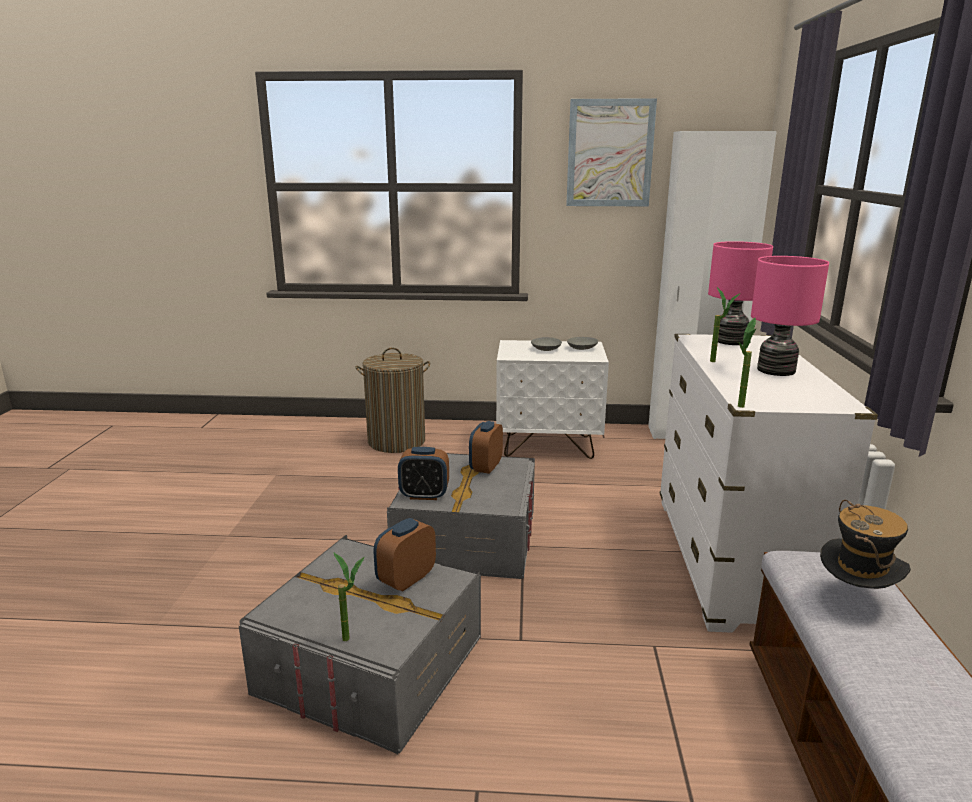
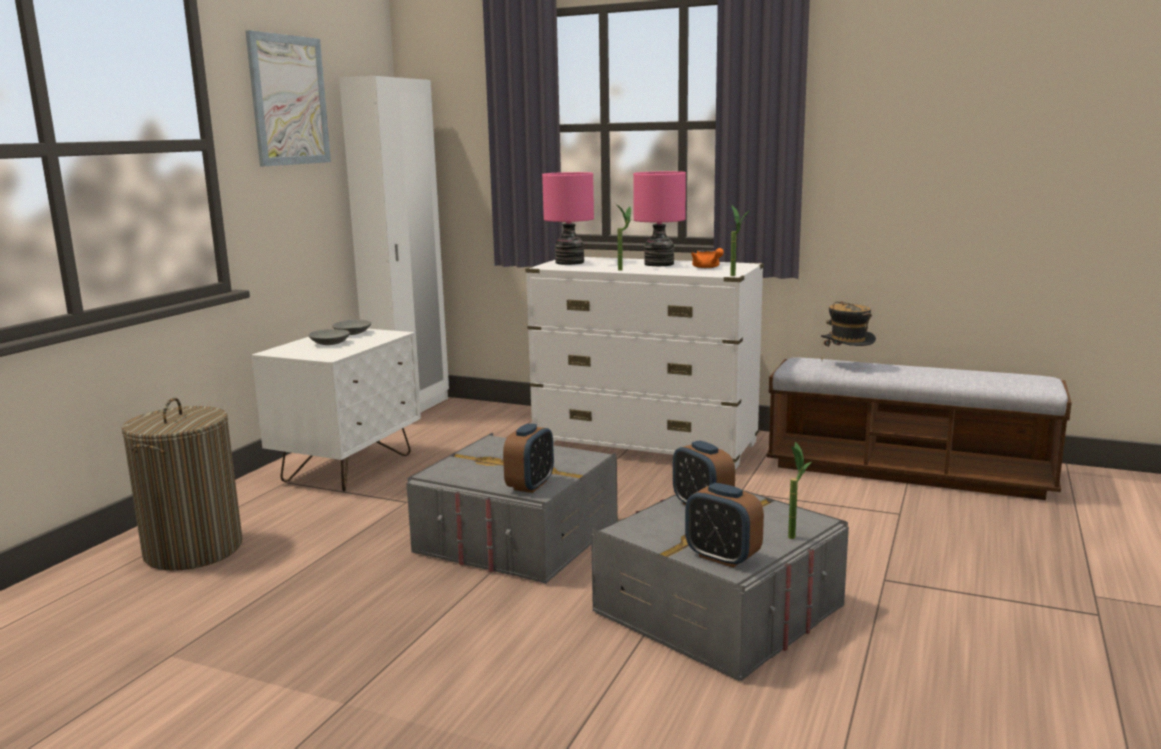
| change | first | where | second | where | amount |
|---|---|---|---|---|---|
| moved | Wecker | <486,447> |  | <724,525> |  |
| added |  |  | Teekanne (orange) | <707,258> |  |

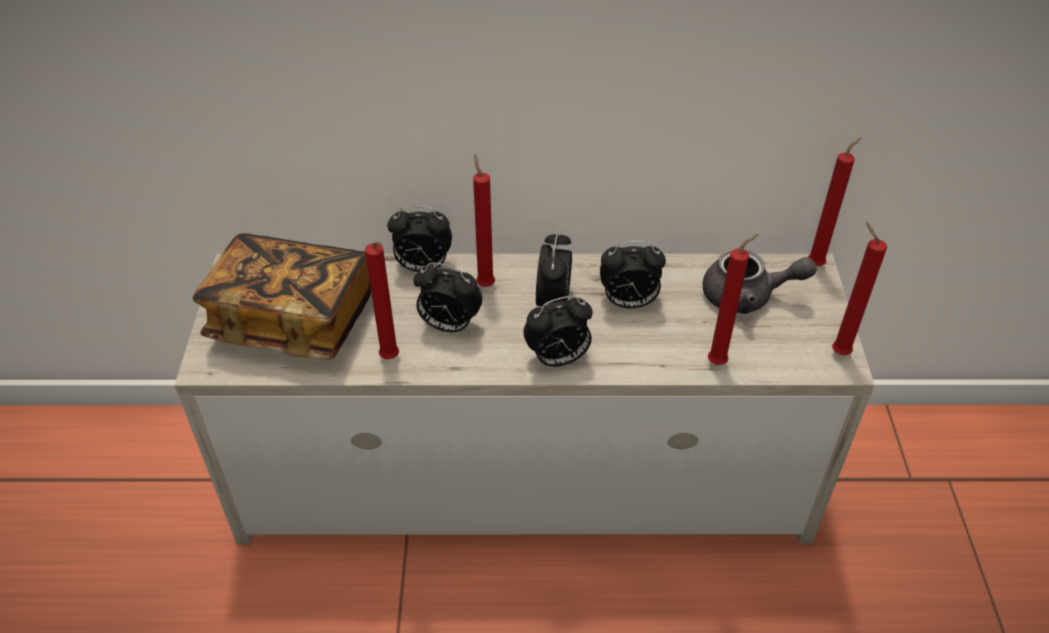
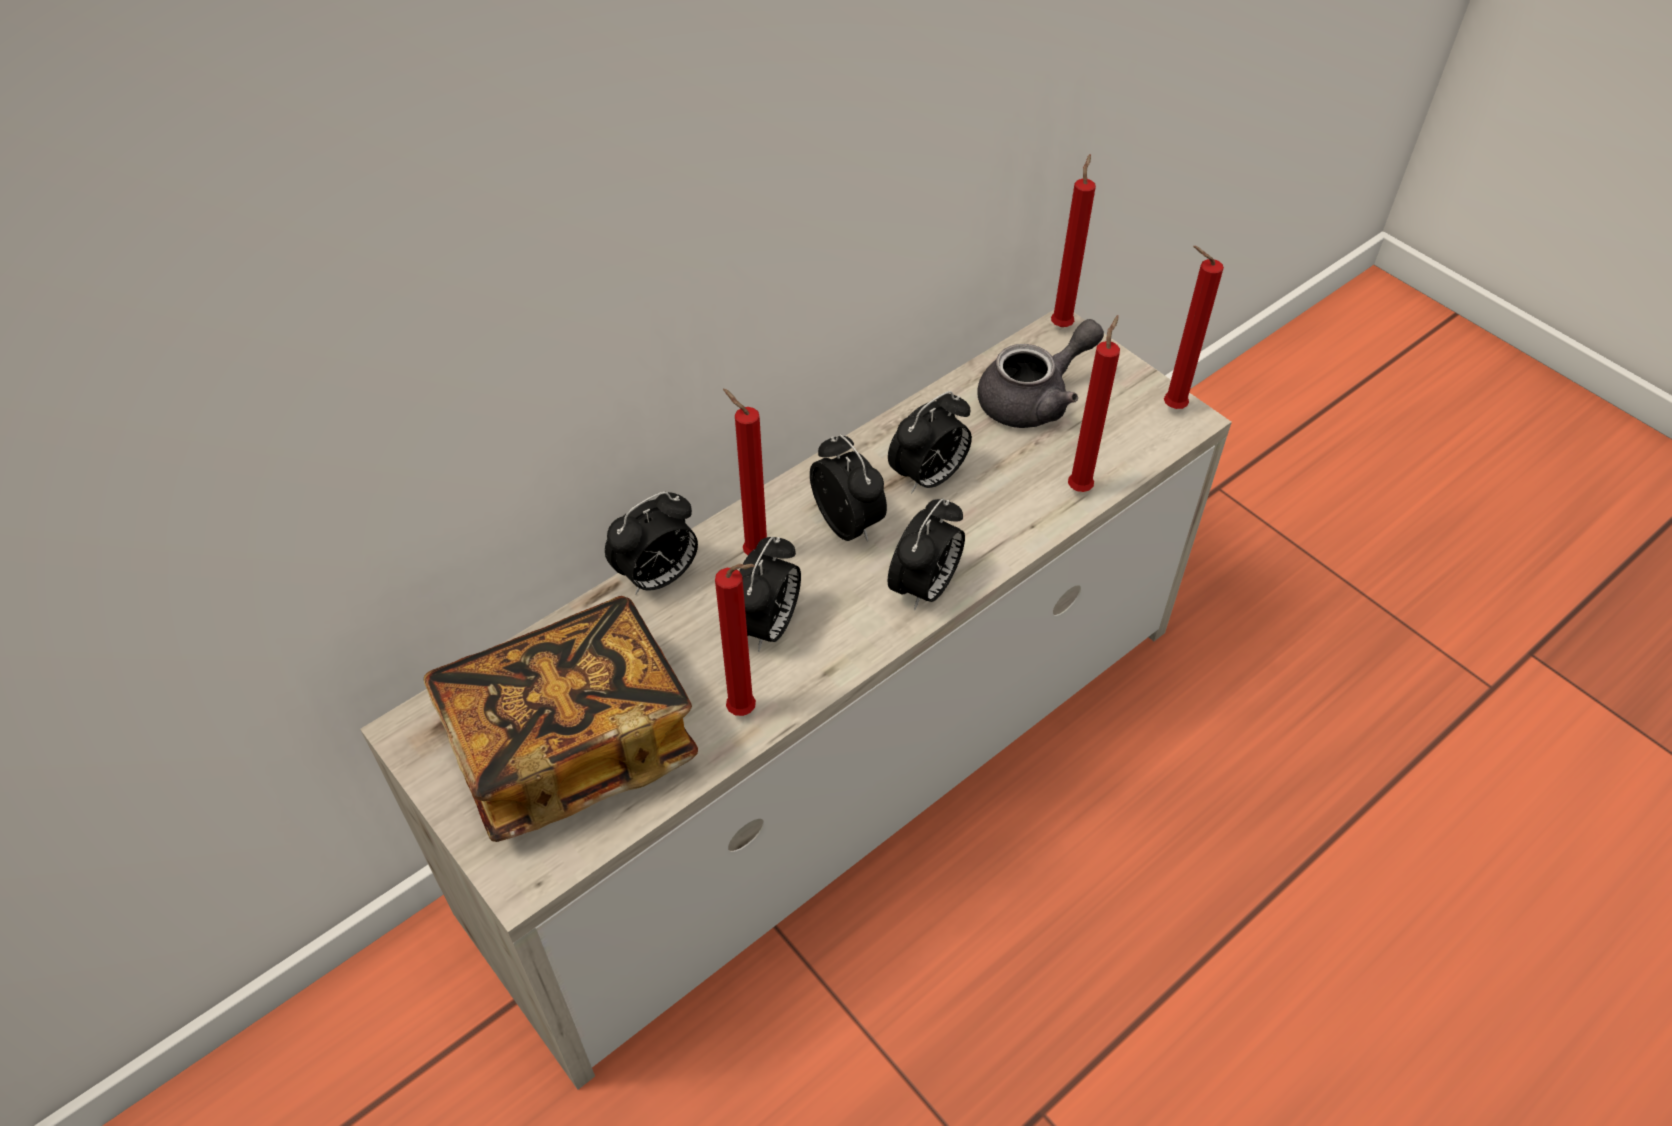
| change | first | where | second | where | amount |
|---|---|---|---|---|---|
| turned | Wecker | <448,298> |  | <770,594> | 45 degrees counterclockwise |

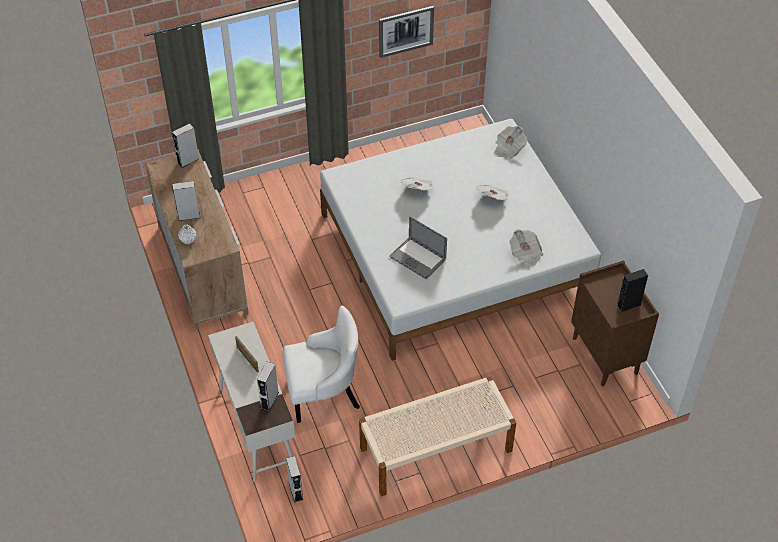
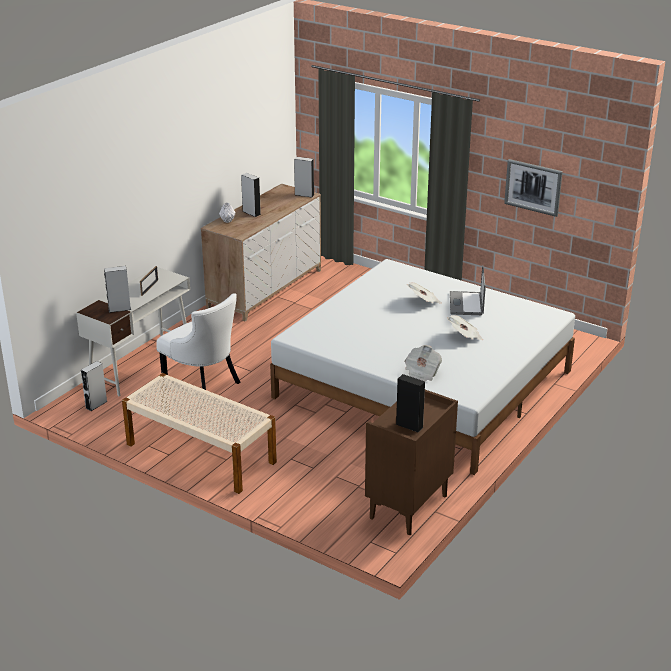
| change | first | where | second | where | amount |
|---|---|---|---|---|---|
| moved | Laptop | <418,247> |  | <468,290> |  |
| removed | Zeitung | <510,143> |  |  |  |

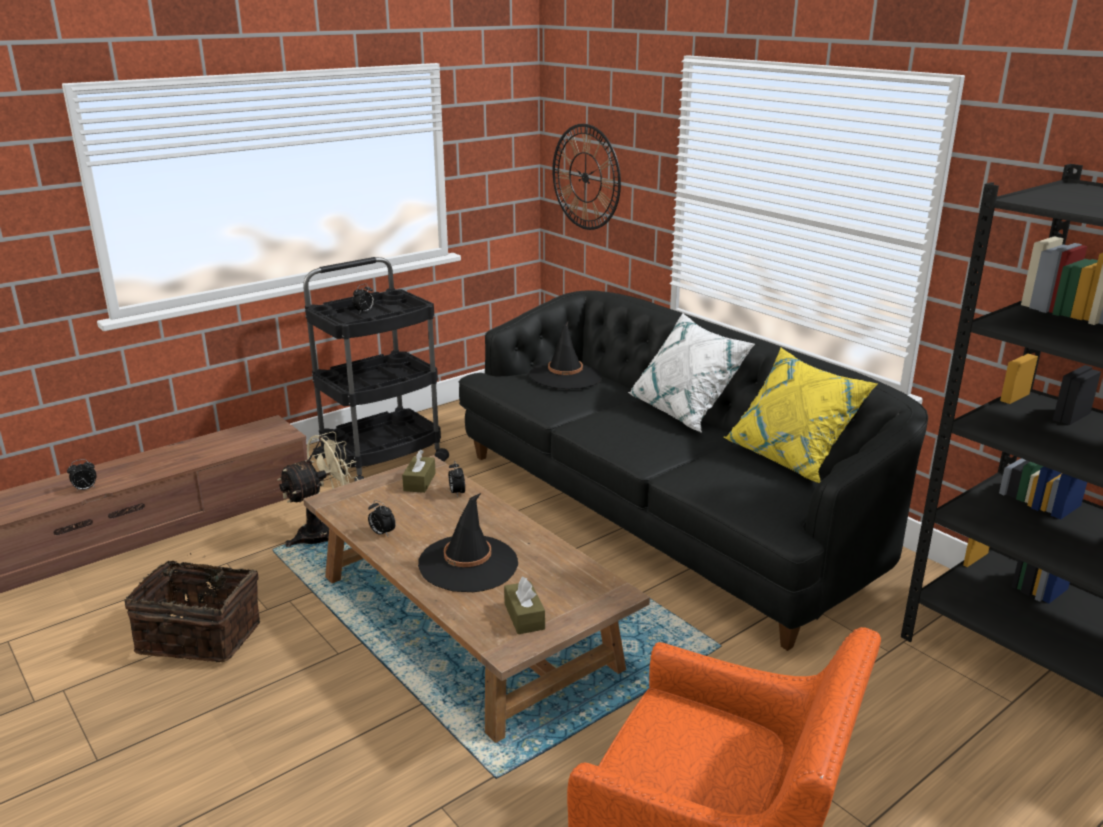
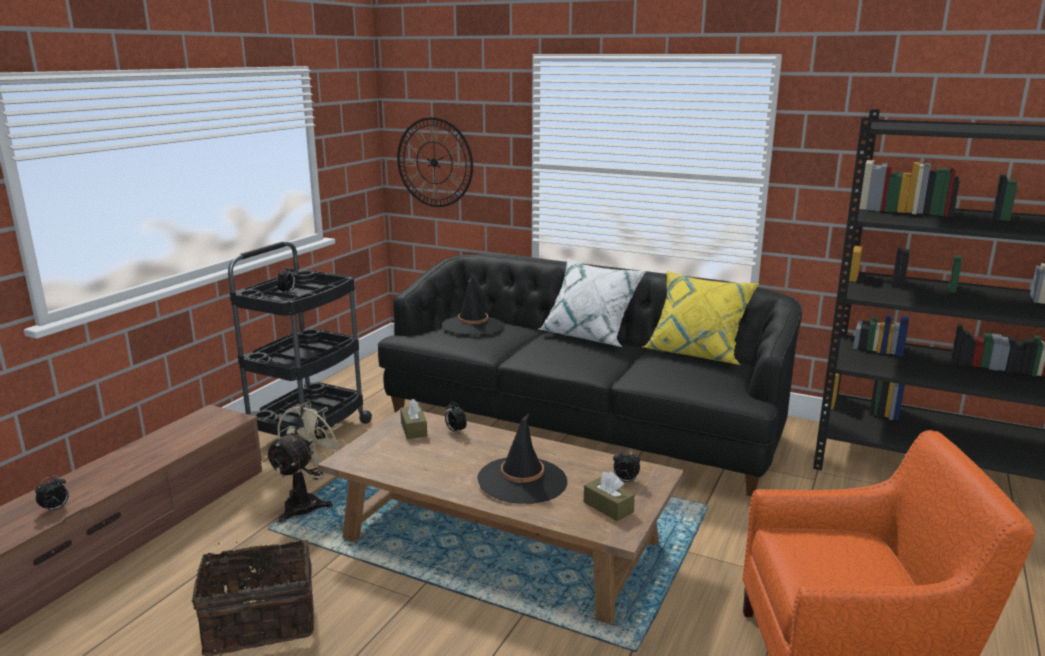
| change | first | where | second | where | amount |
|---|---|---|---|---|---|
| moved | Wecker | <382,518> |  | <626,465> |  |

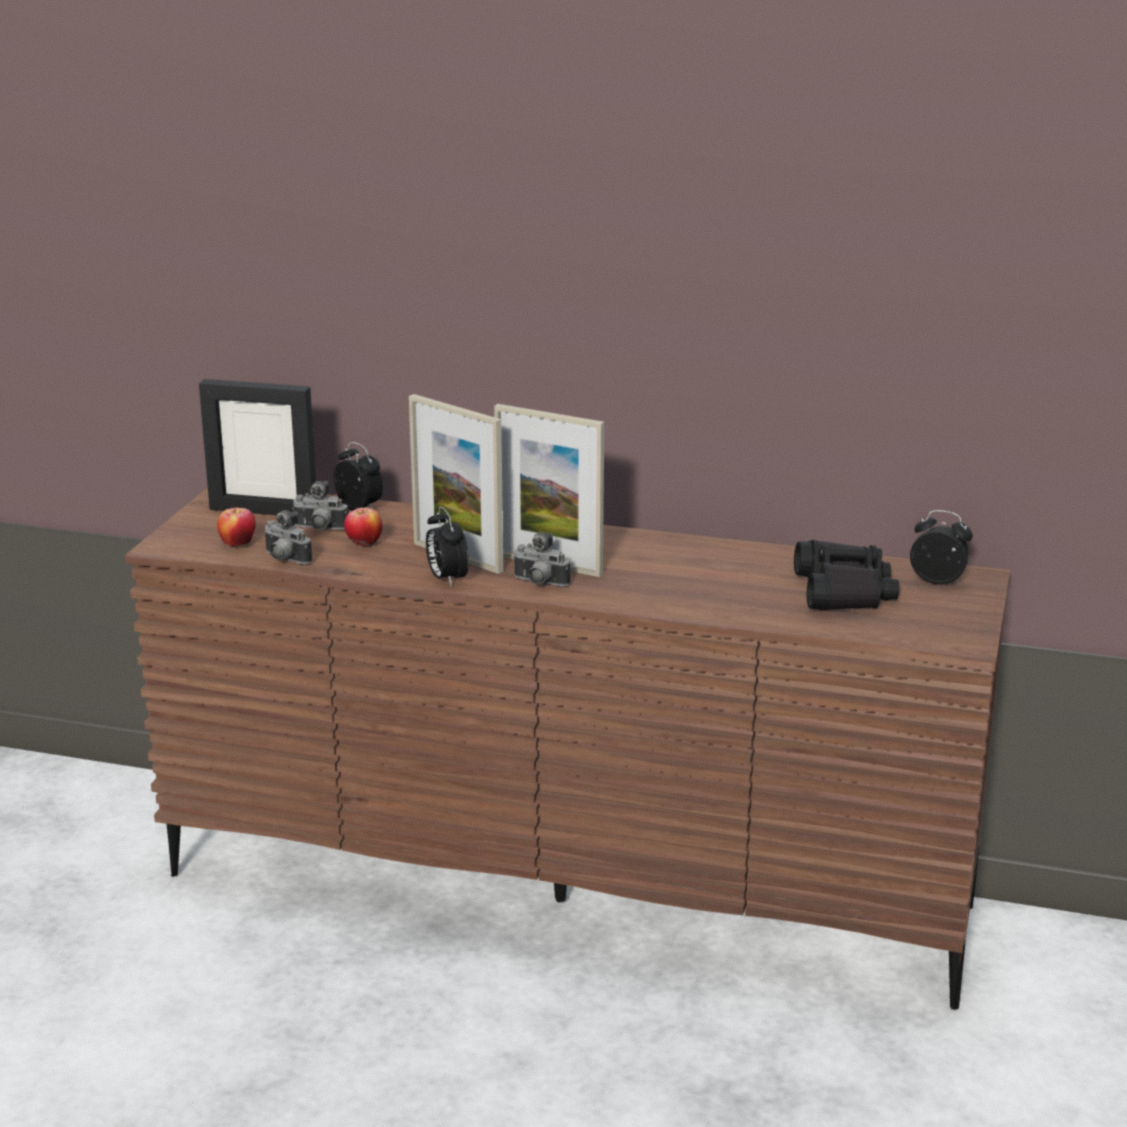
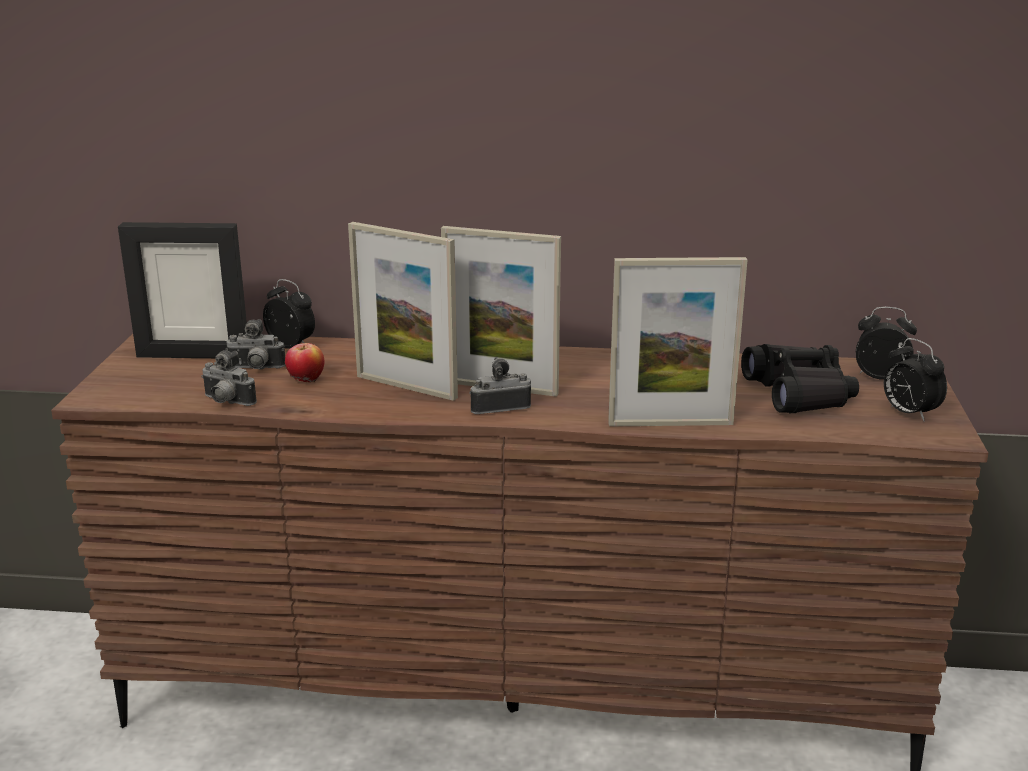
| change | first | where | second | where | amount |
|---|---|---|---|---|---|
| turned | Kamera | <541,559> |  | <500,385> | 150 degrees clockwise |
| added |  |  | Bilderrahmen | <677,341> |  |
| moved | Wecker | <447,546> |  | <915,380> |  |
| removed | Apfel | <236,527> |  |  |  |

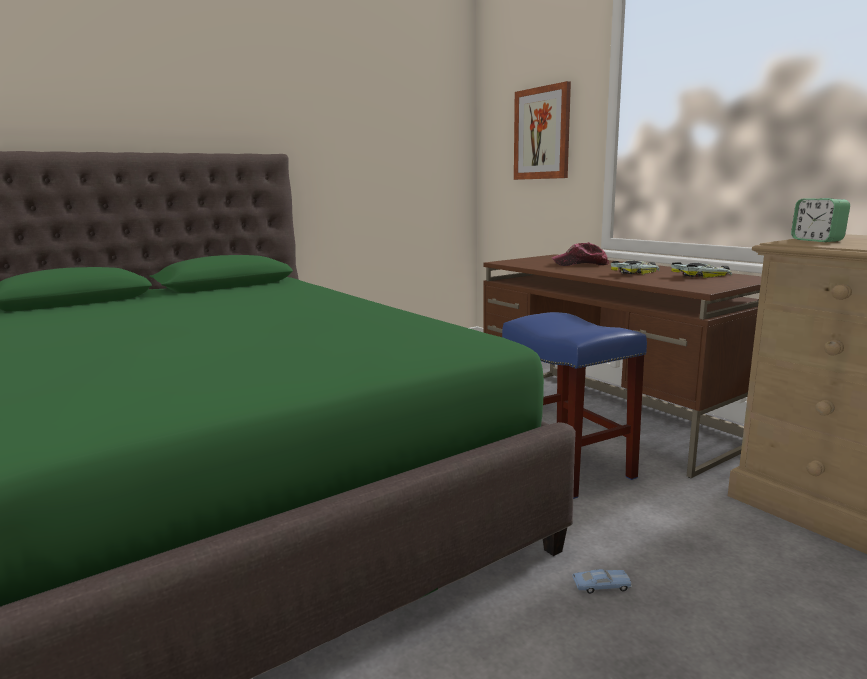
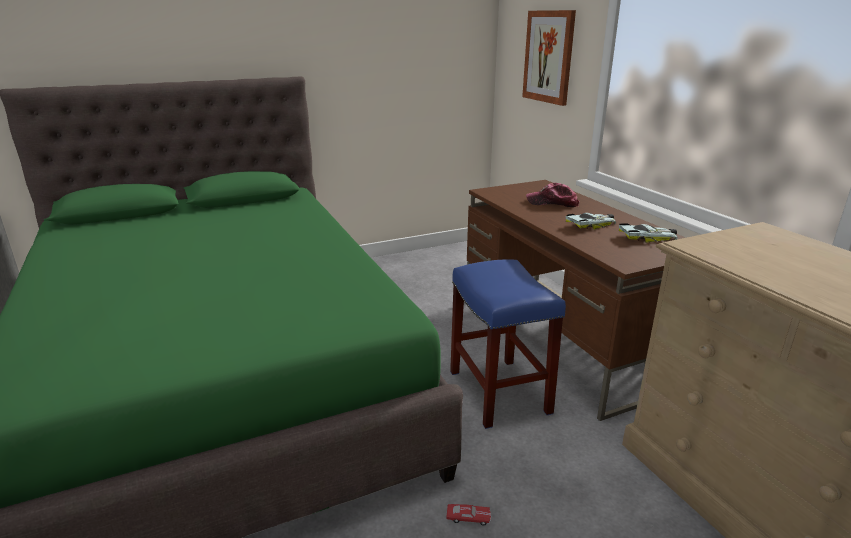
| change | first | where | second | where | amount |
|---|---|---|---|---|---|
| recoloured | Spielzeugauto (blau) | <602,581> | Spielzeugauto (rot) | <468,515> |  |
| removed | Wecker | <820,220> |  |  |  |

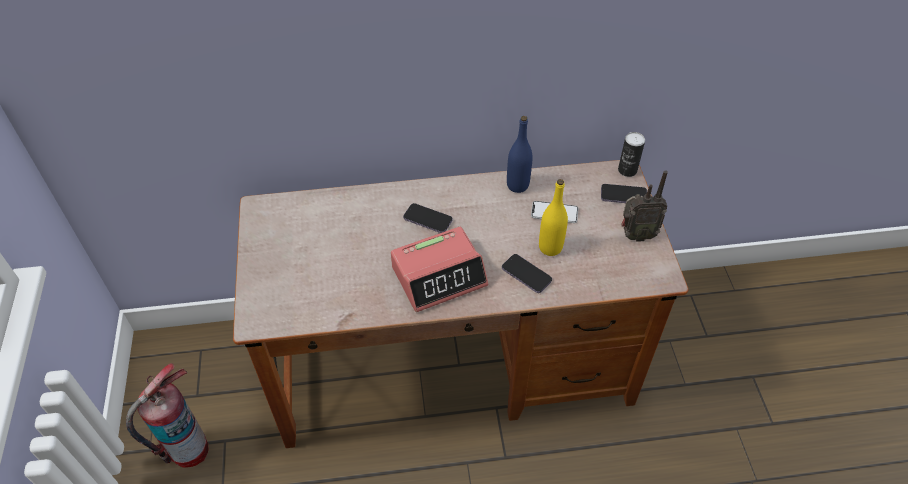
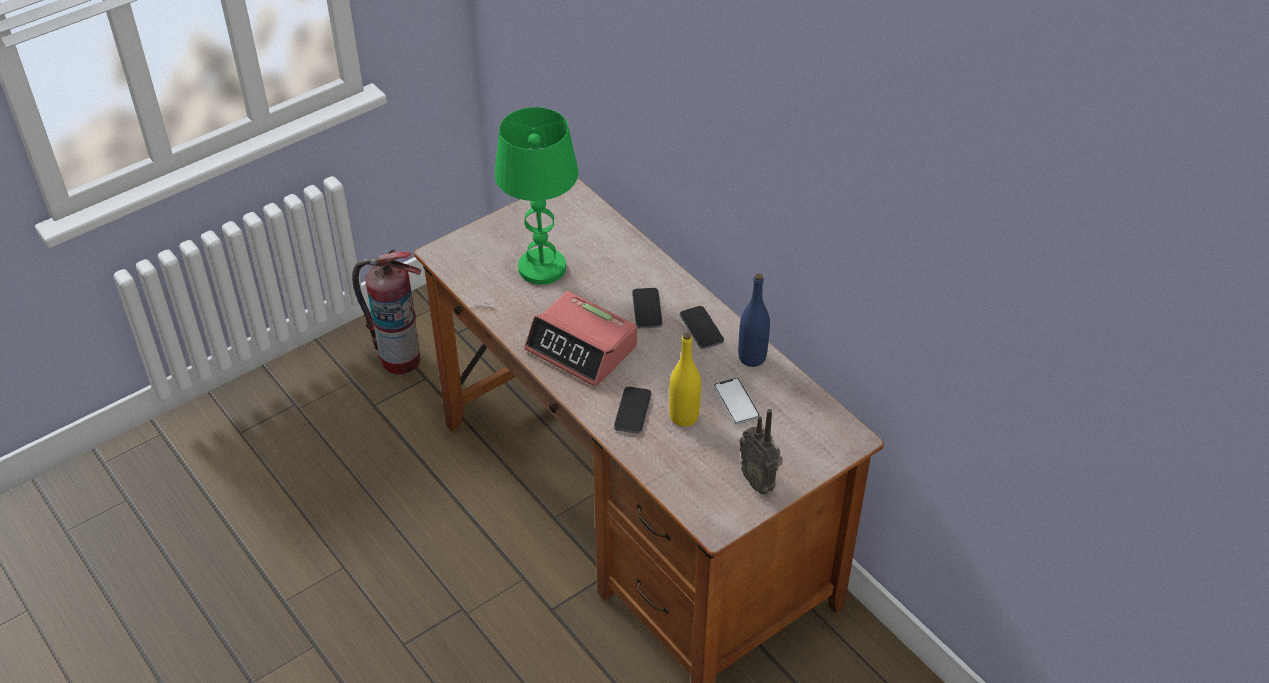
| change | first | where | second | where | amount |
|---|---|---|---|---|---|
| added |  |  | Tischlampe (grün) | <536,196> |  |
| moved | Handy | <624,193> |  | <702,327> |  |
| removed | Dose | <631,154> |  |  |  |

